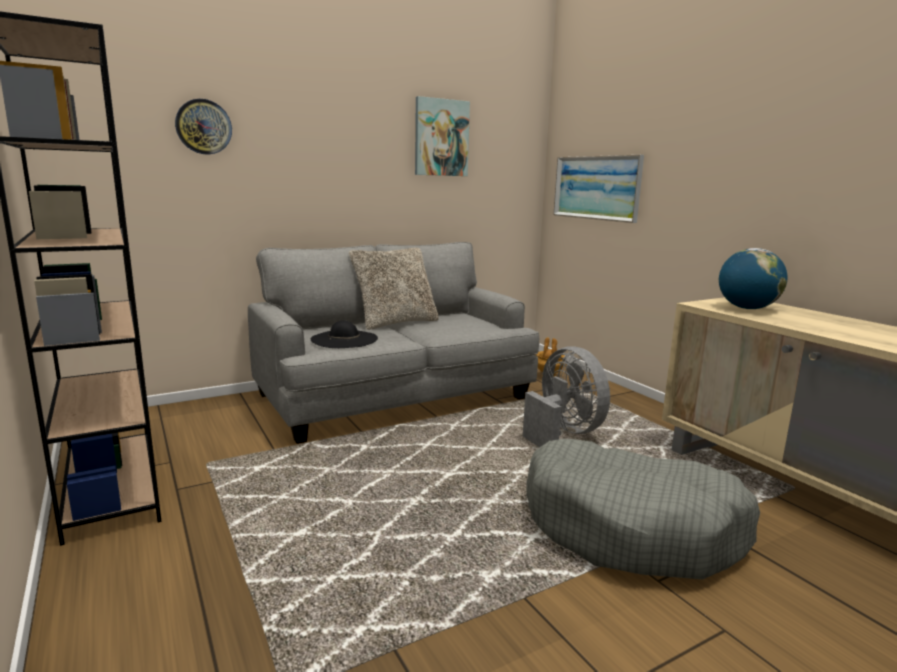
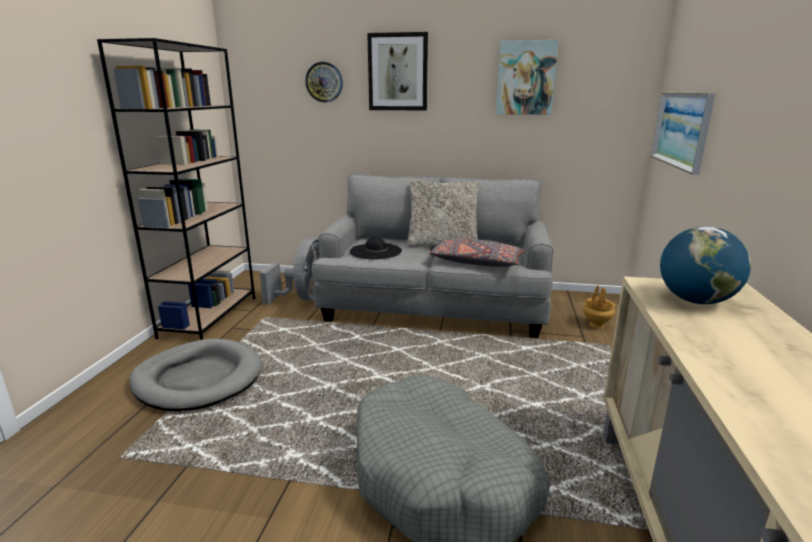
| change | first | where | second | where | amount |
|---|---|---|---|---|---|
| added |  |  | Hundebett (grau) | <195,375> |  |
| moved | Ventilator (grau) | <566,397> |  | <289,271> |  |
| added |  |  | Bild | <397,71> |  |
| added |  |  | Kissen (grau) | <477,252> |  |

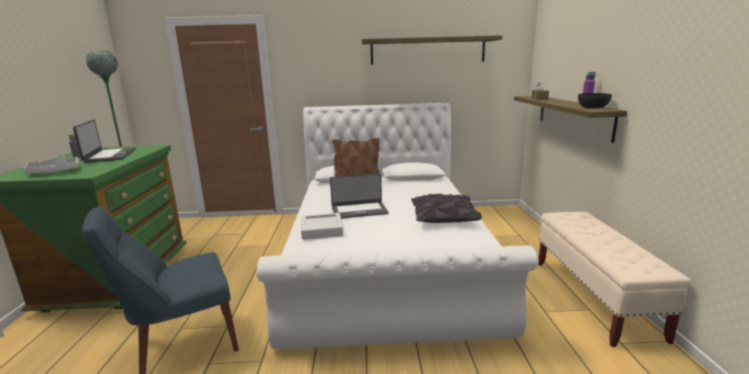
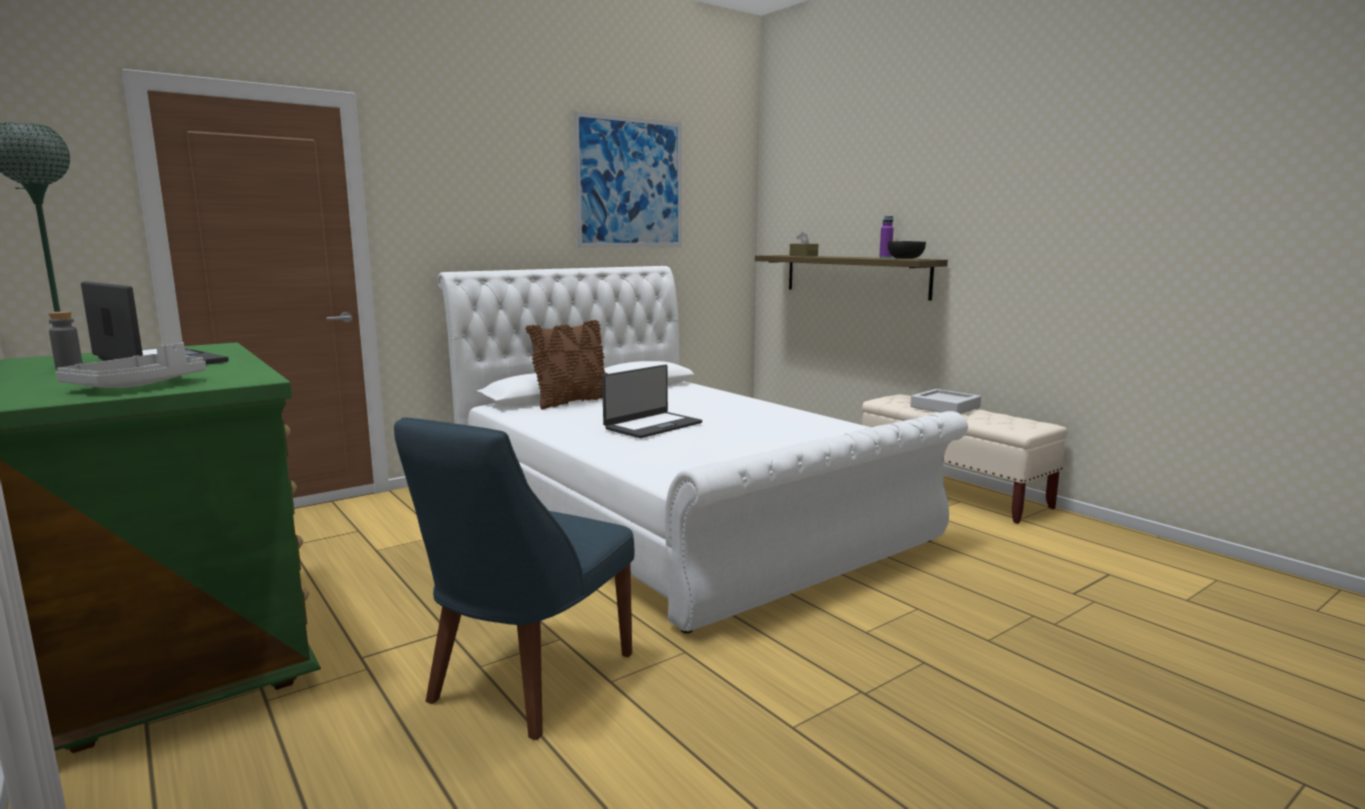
| change | first | where | second | where | amount |
|---|---|---|---|---|---|
| replaced | Wandregal | <432,50> | Bild | <627,179> |  |
| moved | Tablett (grau) | <322,226> |  | <946,401> |  |
| removed | Kissen (schwarz) | <446,208> |  |  |  |

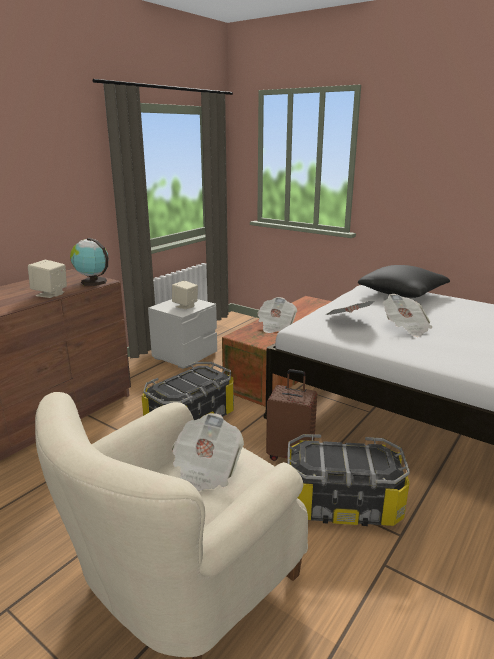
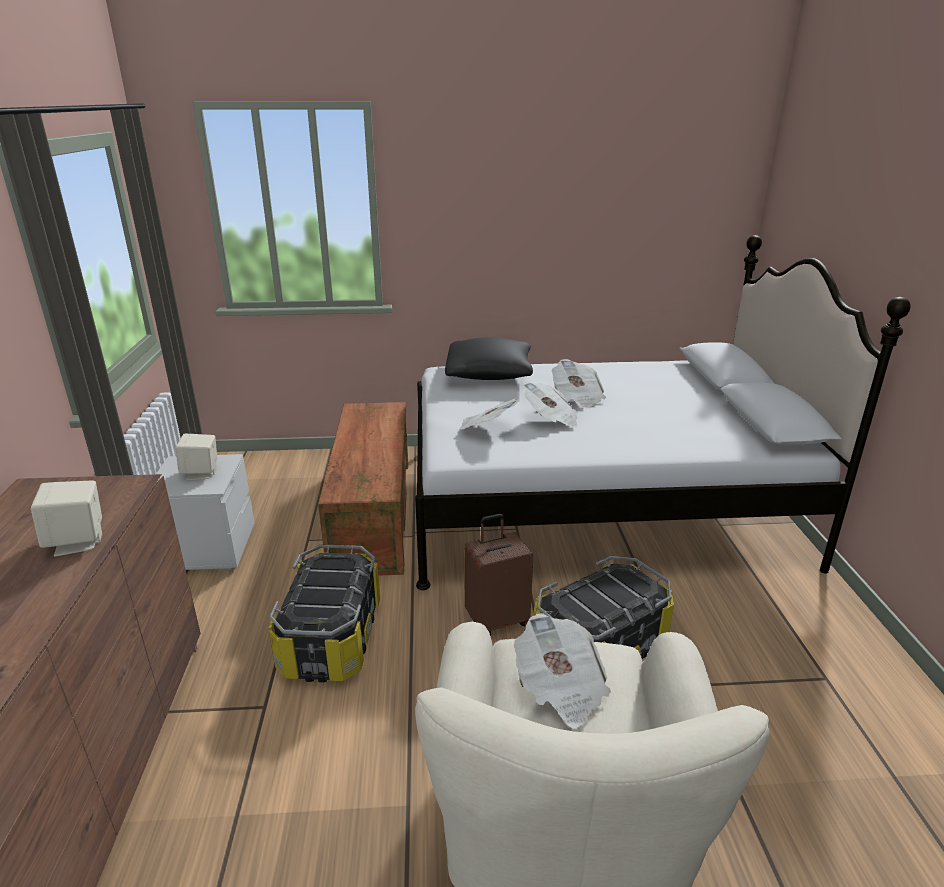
| change | first | where | second | where | amount |
|---|---|---|---|---|---|
| moved | Zeitung | <277,315> |  | <578,384> |  |
| removed | Globus | <89,262> |  |  |  |

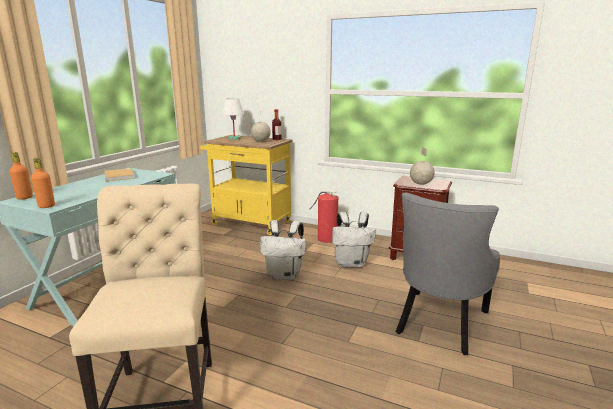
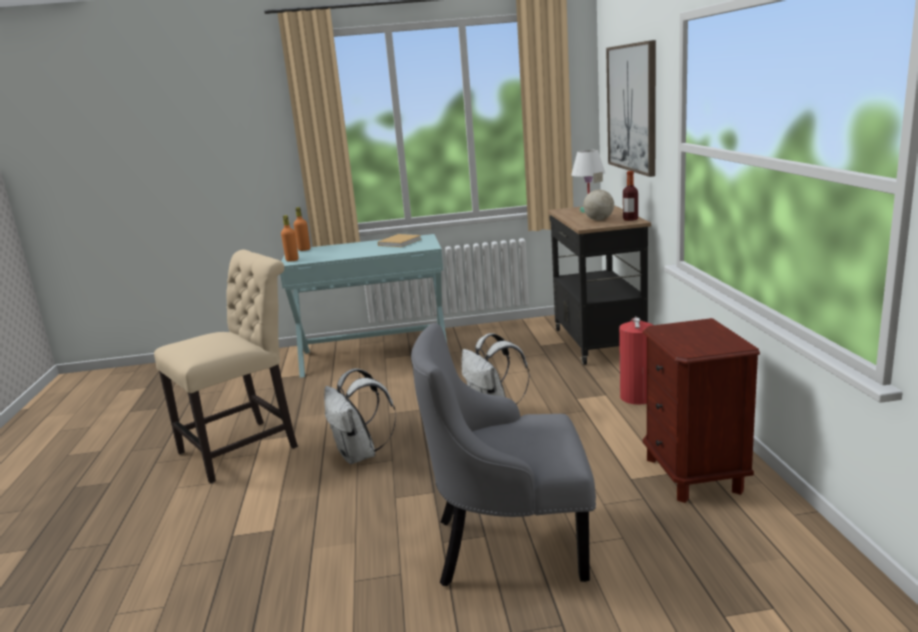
| change | first | where | second | where | amount |
|---|---|---|---|---|---|
| moved | Rucksack (weiß) | <354,240> |  | <360,416> |  |
| recoloured | Rollwagen (gelb) | <246,185> | Rollwagen (schwarz) | <599,285> |  |
| added |  |  | Bild | <631,108> |  |
| removed | Globus | <422,166> |  |  |  |

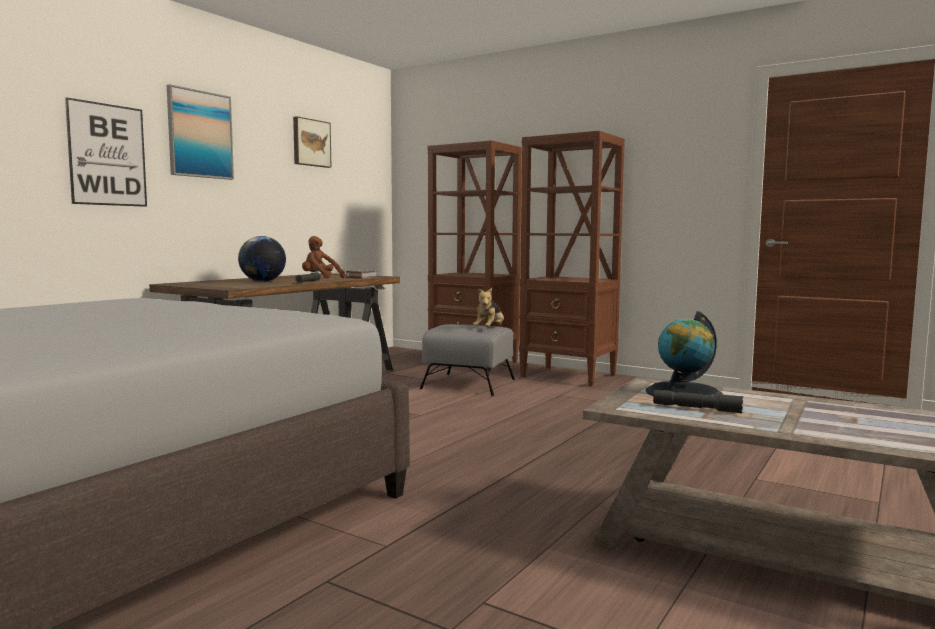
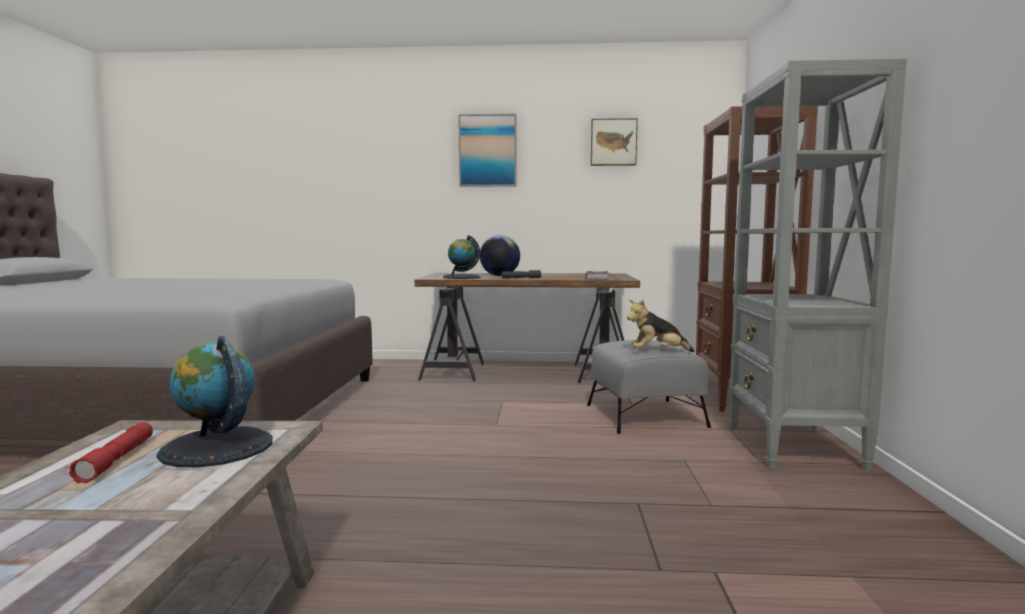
| change | first | where | second | where | amount |
|---|---|---|---|---|---|
| recoloured | Taschenlampe (grau) | <698,402> | Taschenlampe (rot) | <111,452> |  |
| added |  |  | Globus | <462,257> |  |
| recoloured | Bücherregal (braun) | <572,258> | Bücherregal (grau) | <818,265> |  |
| removed | Bild | <106,152> |  |  |  |
| removed | Plüschtier (braun) | <323,257> |  |  |  |

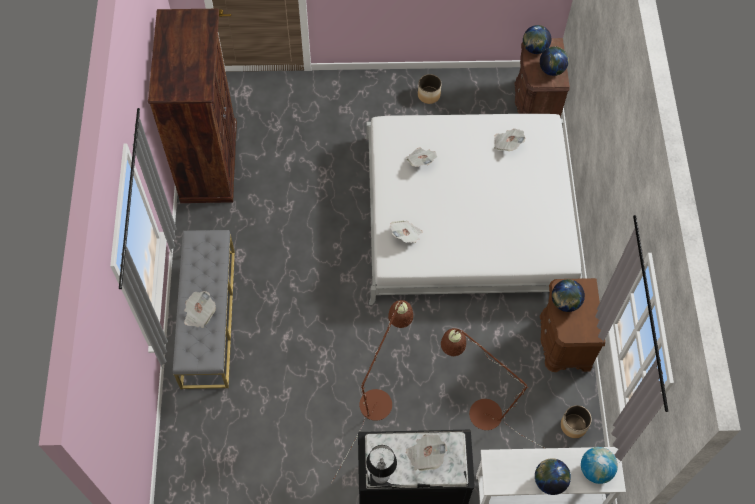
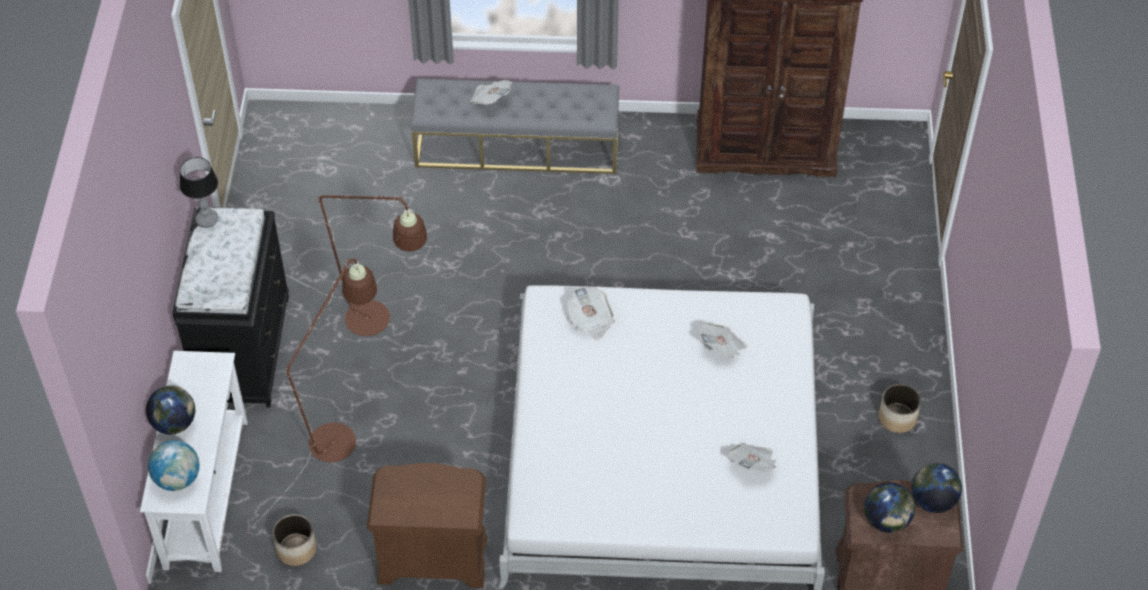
| change | first | where | second | where | amount |
|---|---|---|---|---|---|
| removed | Zeitung | <426,452> |  |  |  |
| removed | Globus | <568,295> |  |  |  |

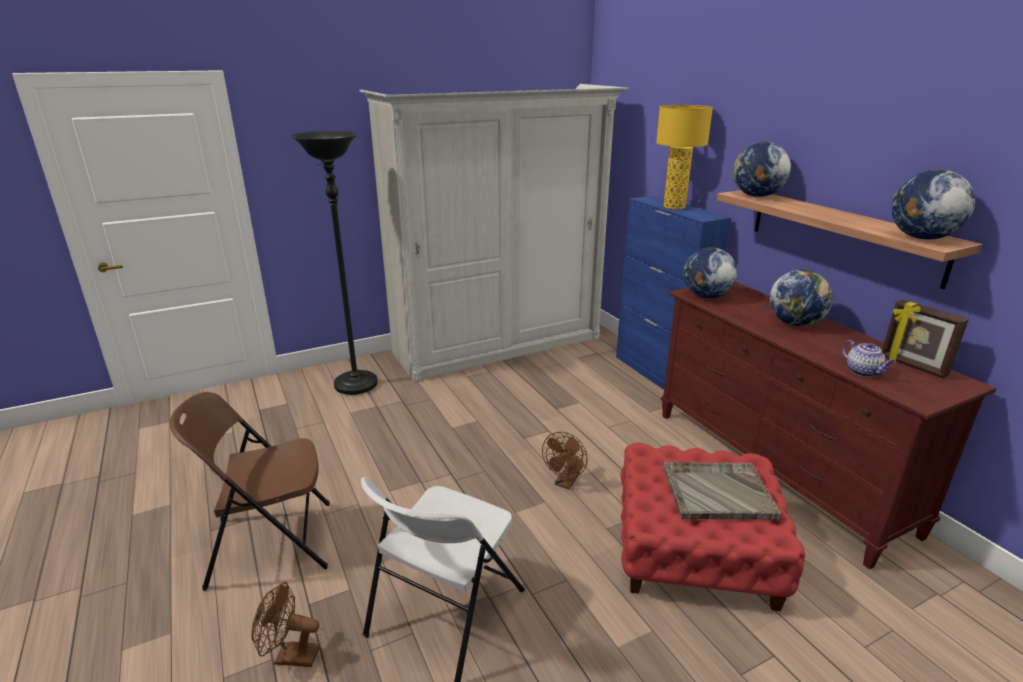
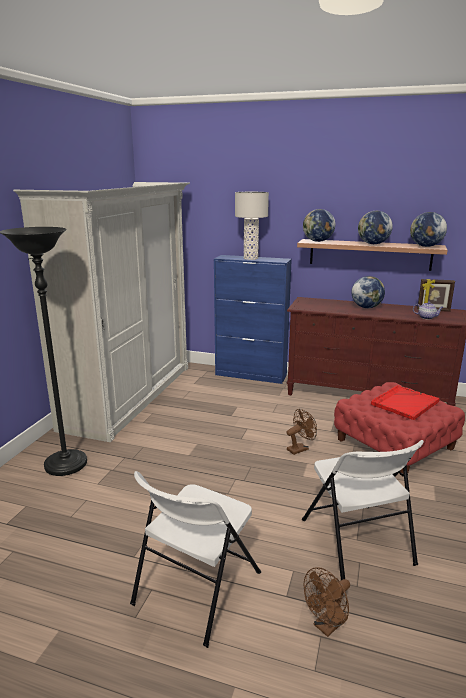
| change | first | where | second | where | amount |
|---|---|---|---|---|---|
| recoloured | Stuhl (braun) | <249,491> | Stuhl (weiß) | <195,559> |  |
| recoloured | Tischlampe (gelb) | <684,157> | Tischlampe (weiß) | <252,226> |  |
| turned | Ventilator (braun) | <565,460> |  | <301,432> | 105 degrees counterclockwise |
| moved | Globus | <710,272> |  | <375,227> |  |
| recoloured | Tablett (grau) | <722,491> | Tablett (rot) | <405,402> |  |

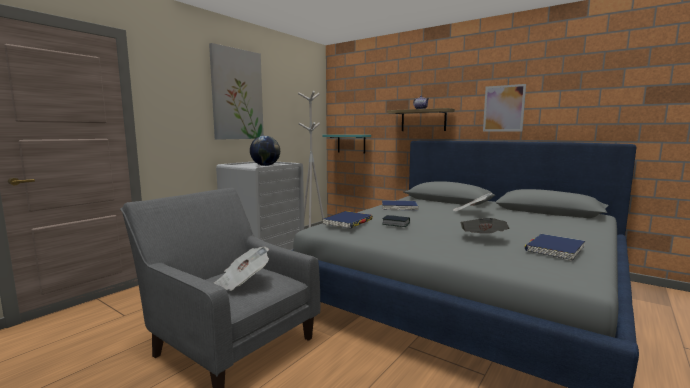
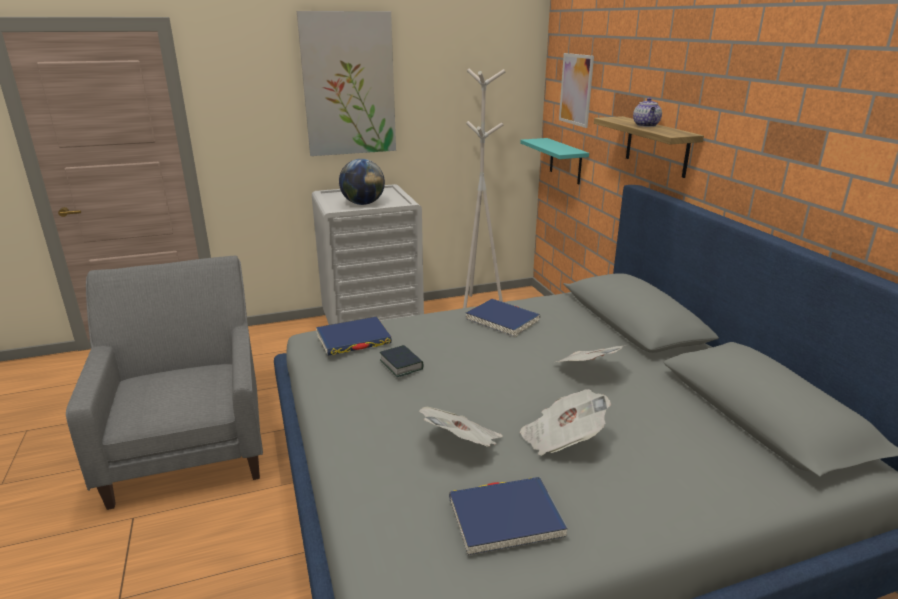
| change | first | where | second | where | amount |
|---|---|---|---|---|---|
| moved | Zeitung | <241,269> |  | <565,422> |  |
| moved | Bild | <504,107> |  | <576,90> |  |

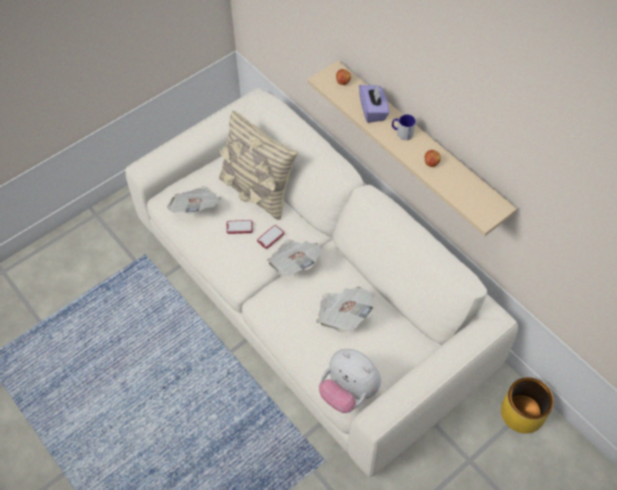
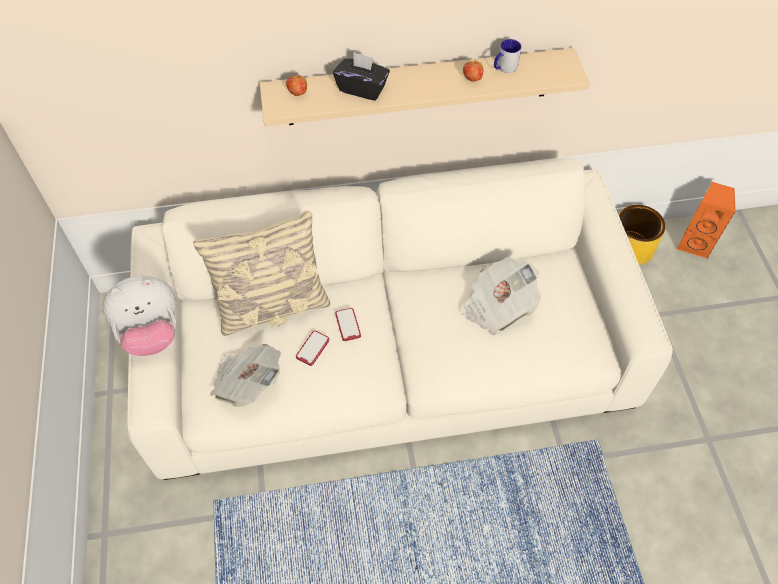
| change | first | where | second | where | amount |
|---|---|---|---|---|---|
| moved | Plüschtier | <350,381> |  | <140,316> |  |
| recoloured | Taschentuchbox (lila) | <374,104> | Taschentuchbox (schwarz) | <361,76> |  |
| moved | Henkelbecher | <404,127> |  | <507,56> |  |
| added |  |  | Lautsprecher (orange) | <706,220> |  |
| removed | Zeitung | <295,257> |  |  |  |

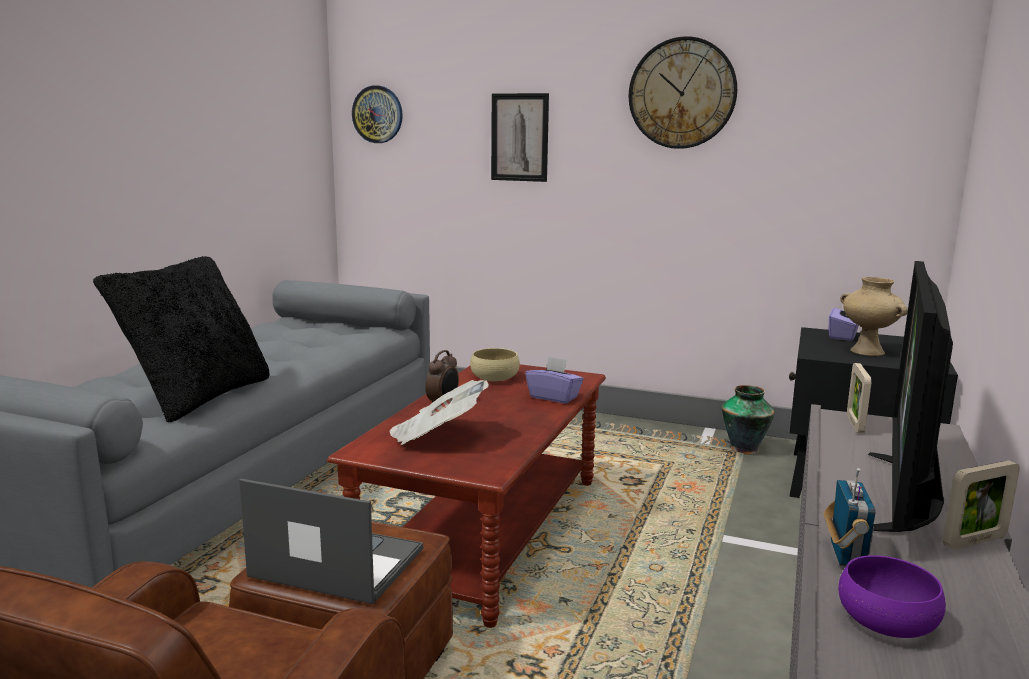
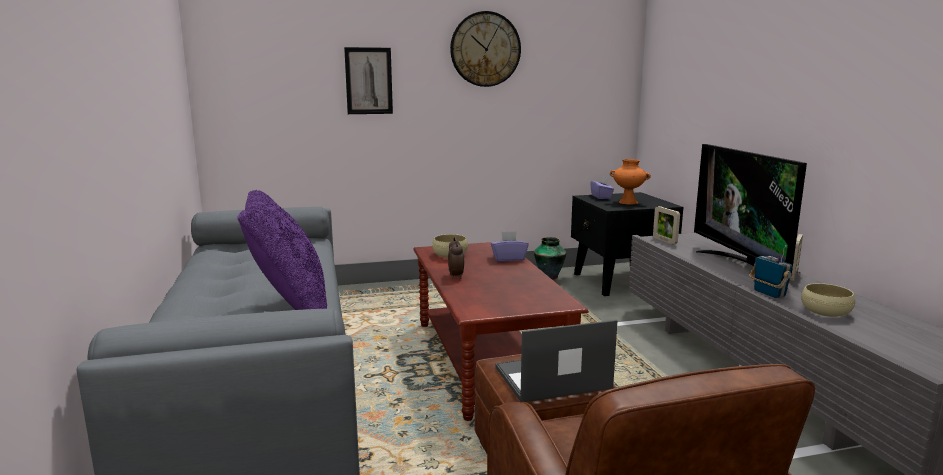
| change | first | where | second | where | amount |
|---|---|---|---|---|---|
| recoloured | Kissen (schwarz) | <181,339> | Kissen (lila) | <282,250> |  |
| recoloured | Vase (beige) | <874,316> | Vase (orange) | <630,182> |  |
| recoloured | Schüssel (lila) | <892,596> | Schüssel (beige) | <828,300> |  |
| removed | Wanduhr | <377,114> |  |  |  |
| removed | Zeitung | <439,412> |  |  |  |

